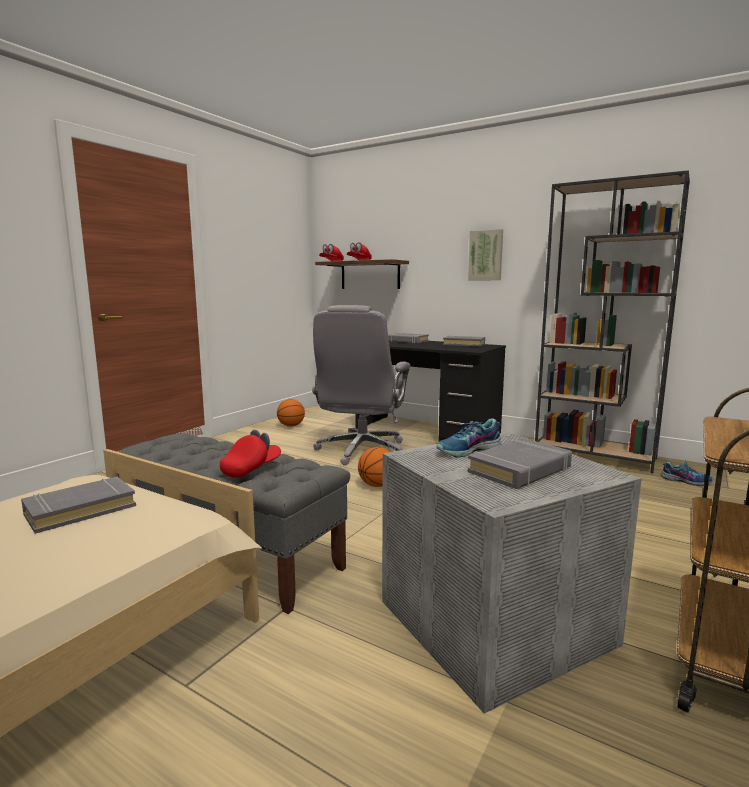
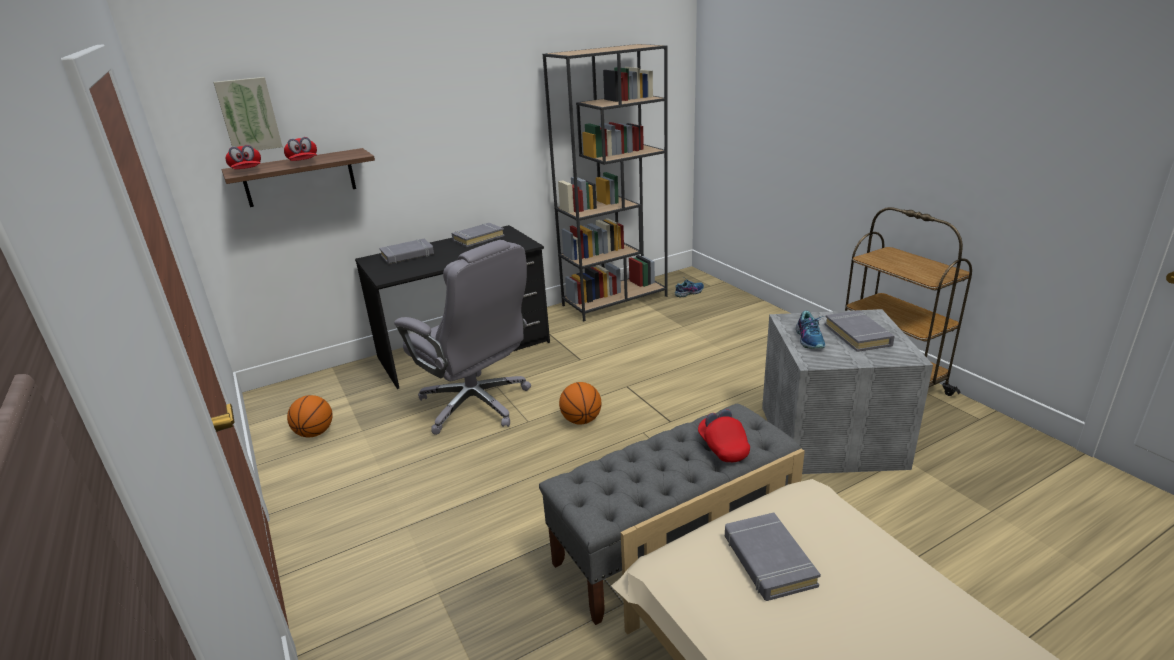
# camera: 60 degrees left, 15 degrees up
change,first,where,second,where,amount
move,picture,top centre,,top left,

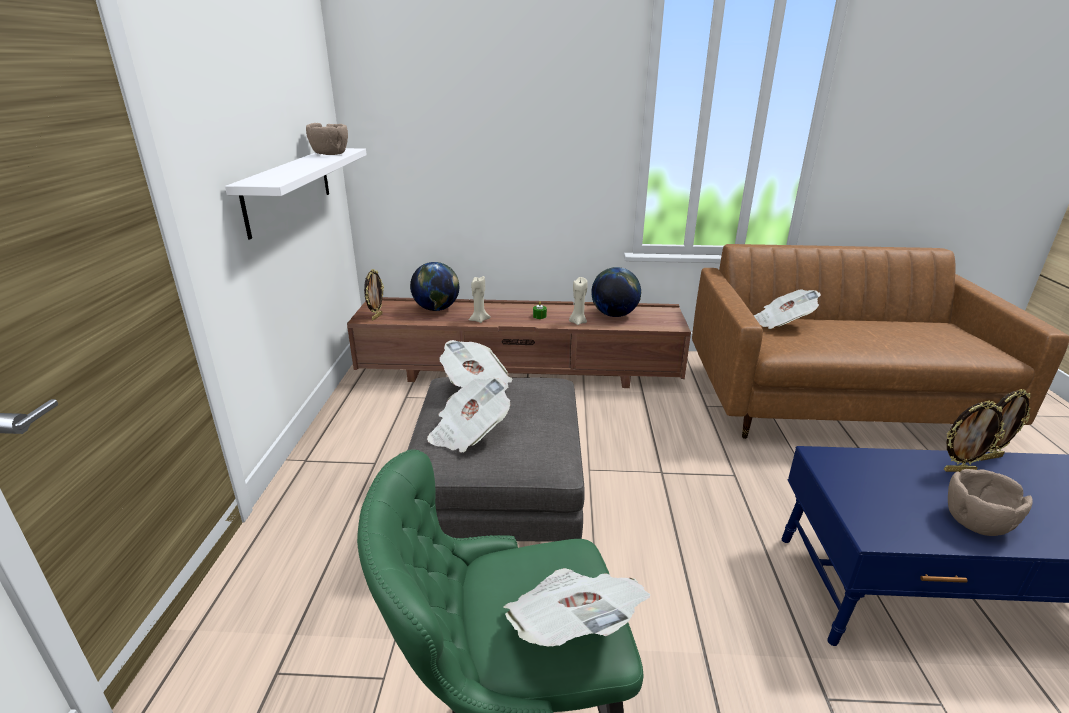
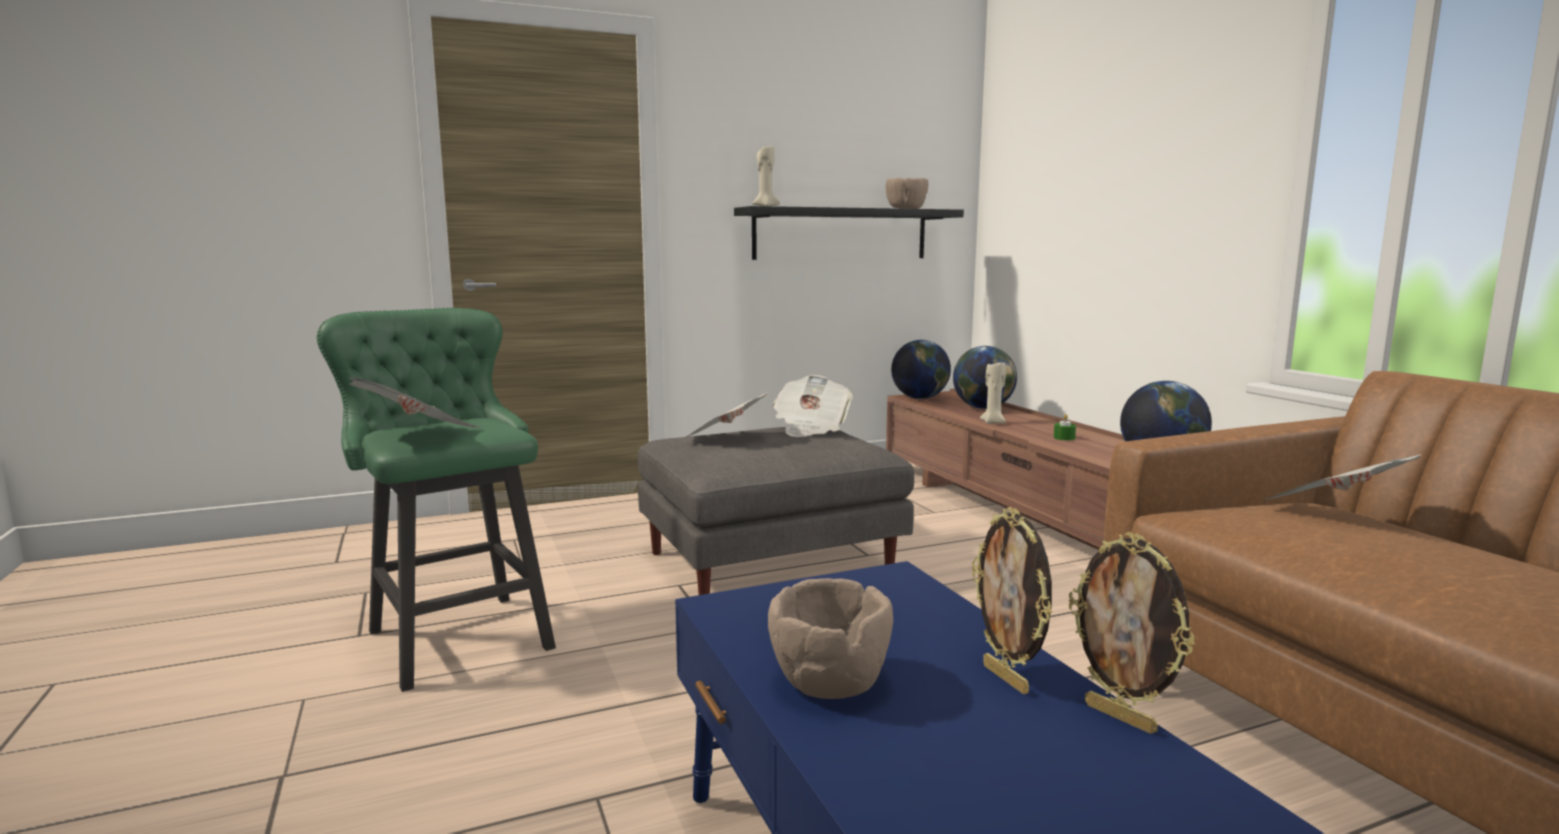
# camera: 65 degrees right, 15 degrees down
change,first,where,second,where,amount
recolor,white shelf,top left,black shelf,top centre,
replace,picture frame (1st from left),centre,globe (1st from left),centre,
move,beige candle (2nd from left in the first image),centre,beige candle (1st from left),top centre,

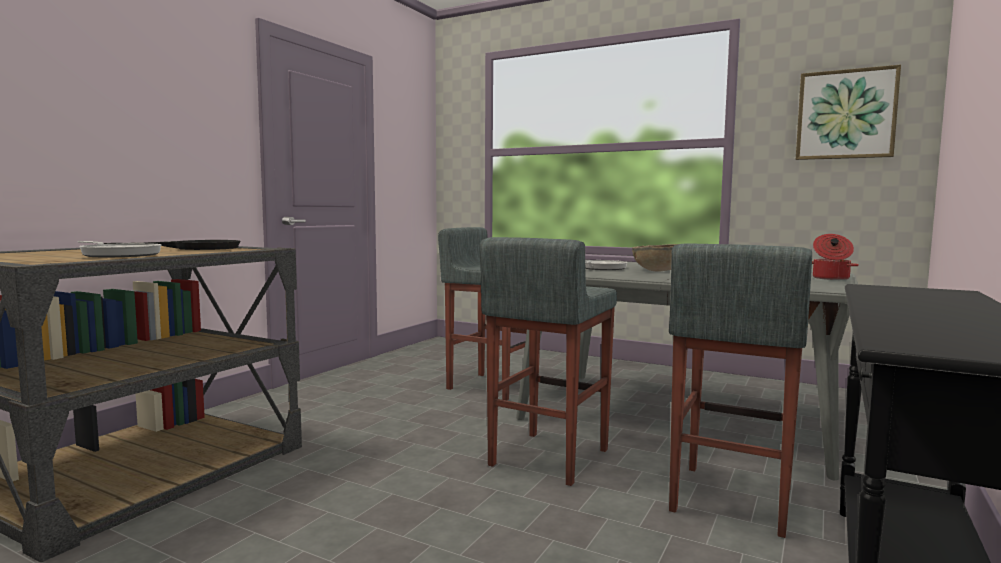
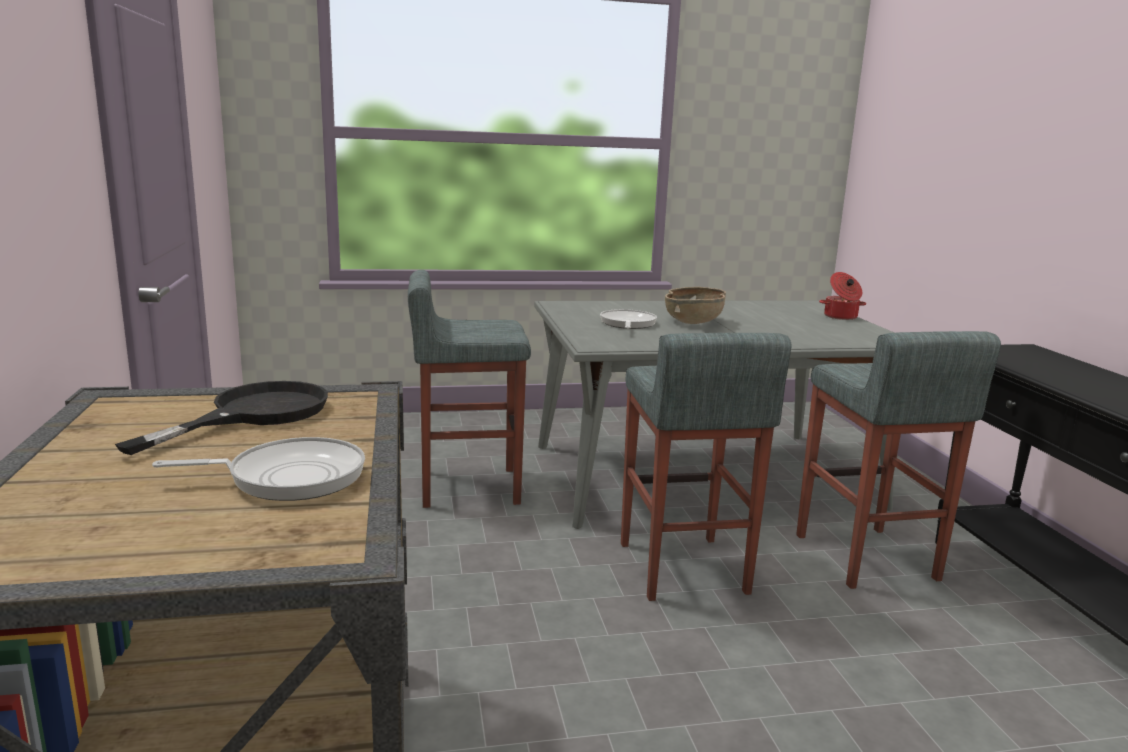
# camera: 40 degrees left, 10 degrees up
change,first,where,second,where,amount
delete,picture,top right,,,

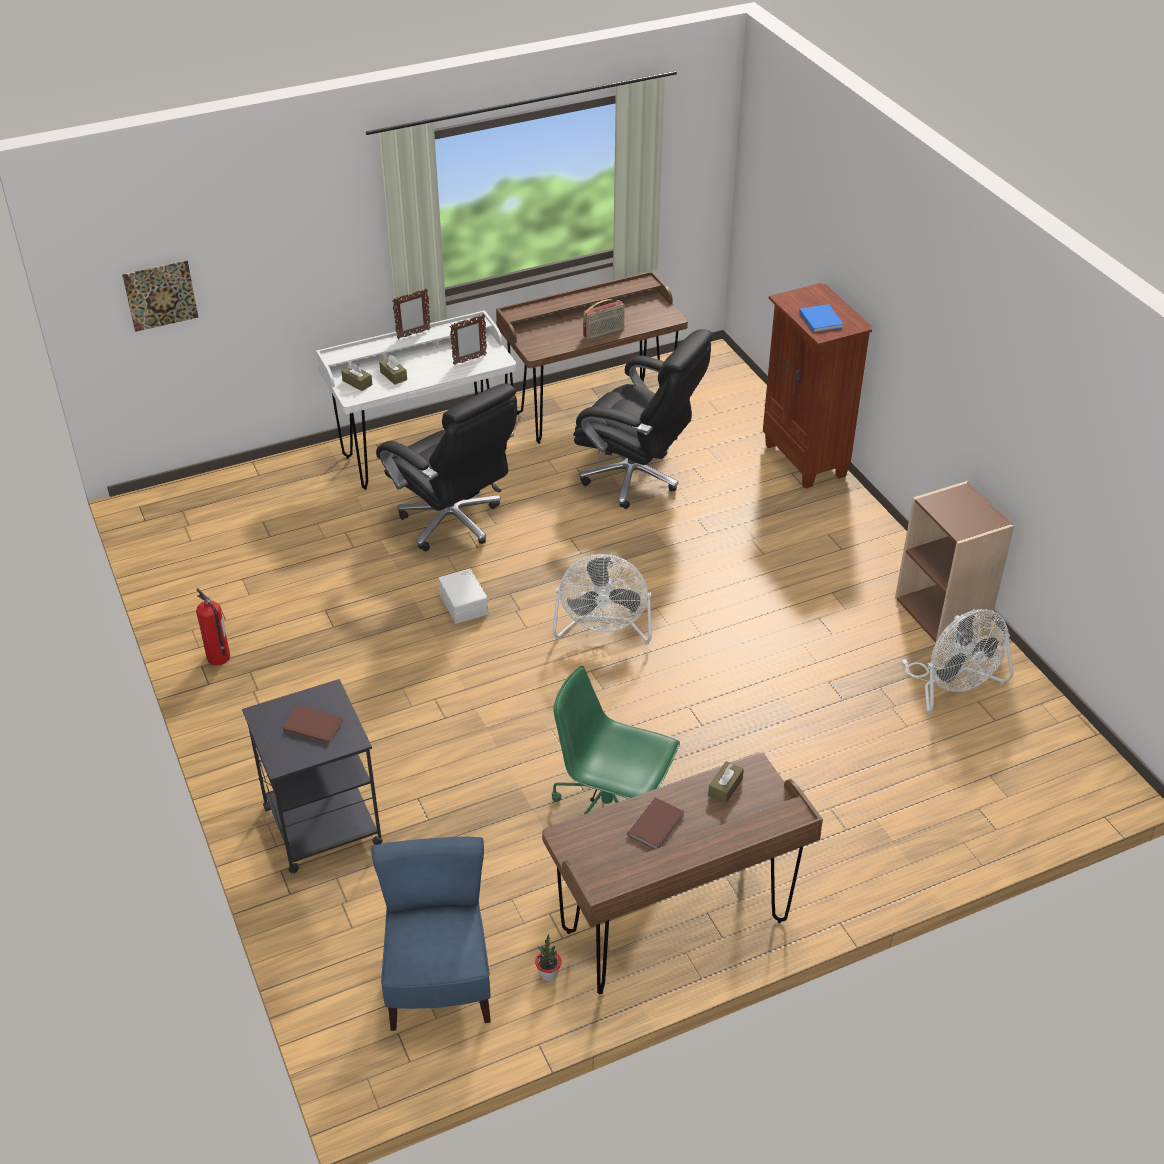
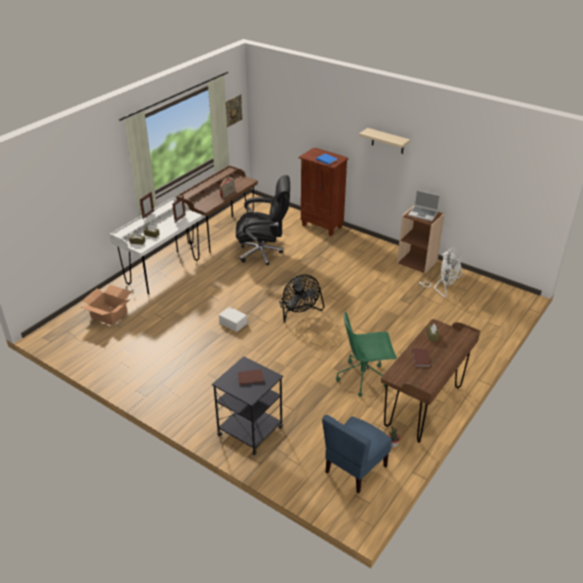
# camera: 30 degrees left, 5 degrees down
change,first,where,second,where,amount
move,picture,top left,,top centre,
delete,black office chair (1st from left),centre,,,
recolor,white fan (1st from left),centre,black fan,centre,
delete,fire extinguisher,middle left,,,
rotate,blue chair,bottom centre,,bottom centre,105 degrees counterclockwise
insert,,,beige shelf,top centre,
insert,,,laptop,middle right,
insert,,,cardboard box,middle left,

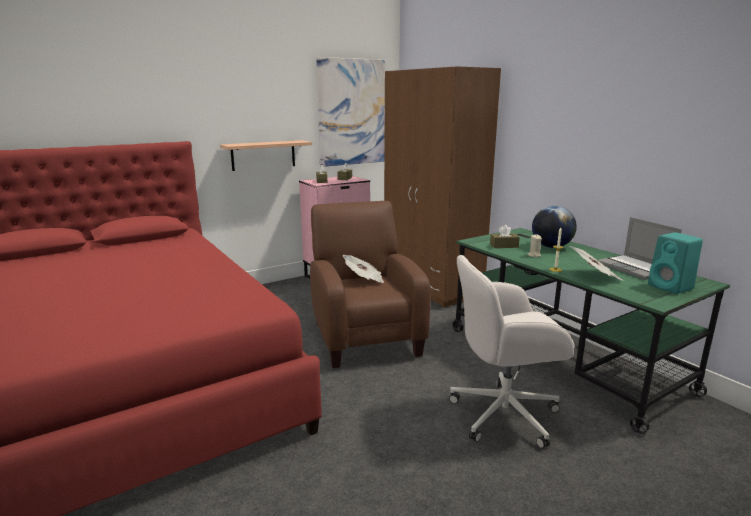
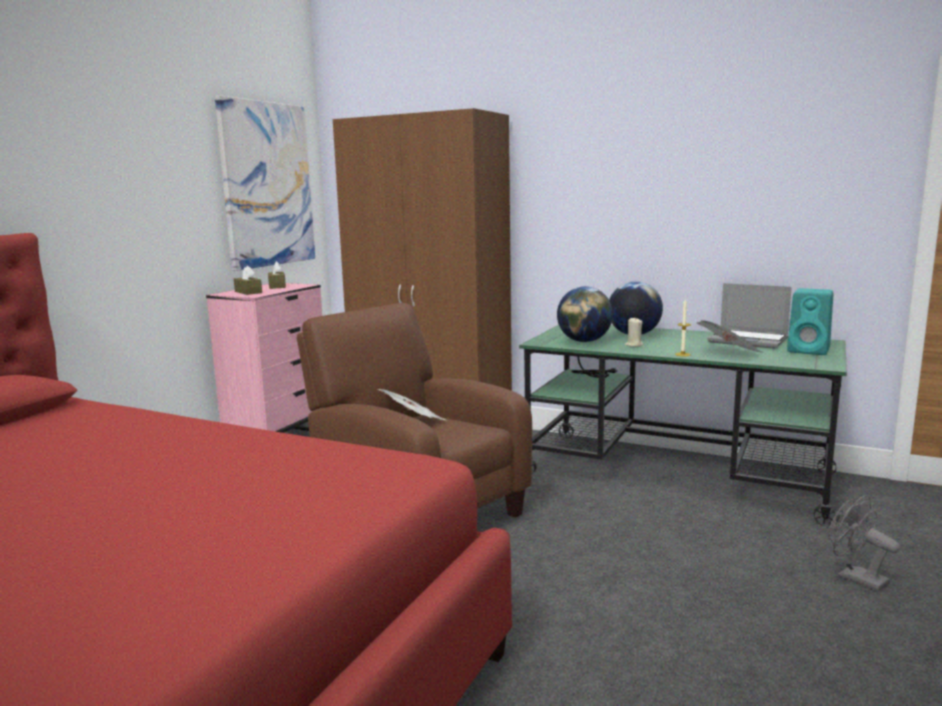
# camera: 30 degrees left, 5 degrees down
change,first,where,second,where,amount
delete,shelf,top centre,,,
replace,brown tissue box (3rd from left),middle right,globe (1st from left),centre,
delete,white office chair,bottom right,,,
insert,,,grey fan,bottom right,

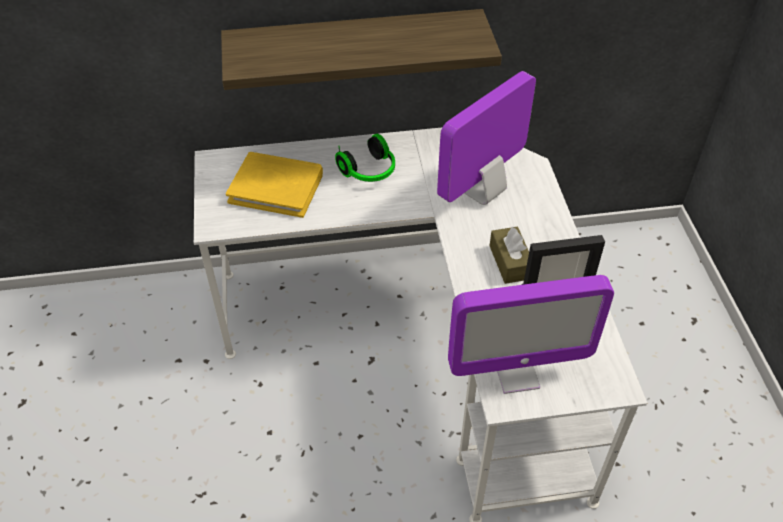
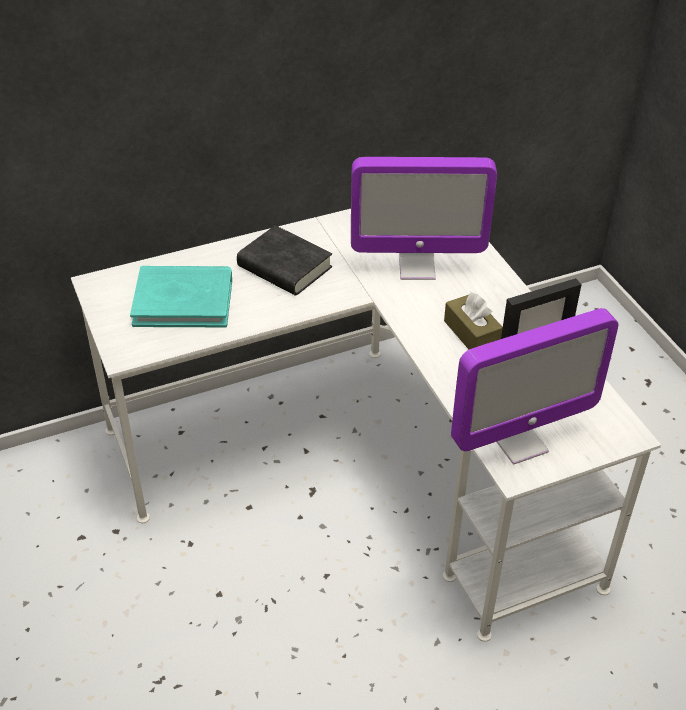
# camera: 15 degrees left, 5 degrees down
change,first,where,second,where,amount
delete,shelf,top centre,,,
rotate,monitor (1st from left),top centre,,top centre,120 degrees counterclockwise
replace,headphones,top centre,black book,centre,
recolor,yellow book,centre,turquoise book,middle left,

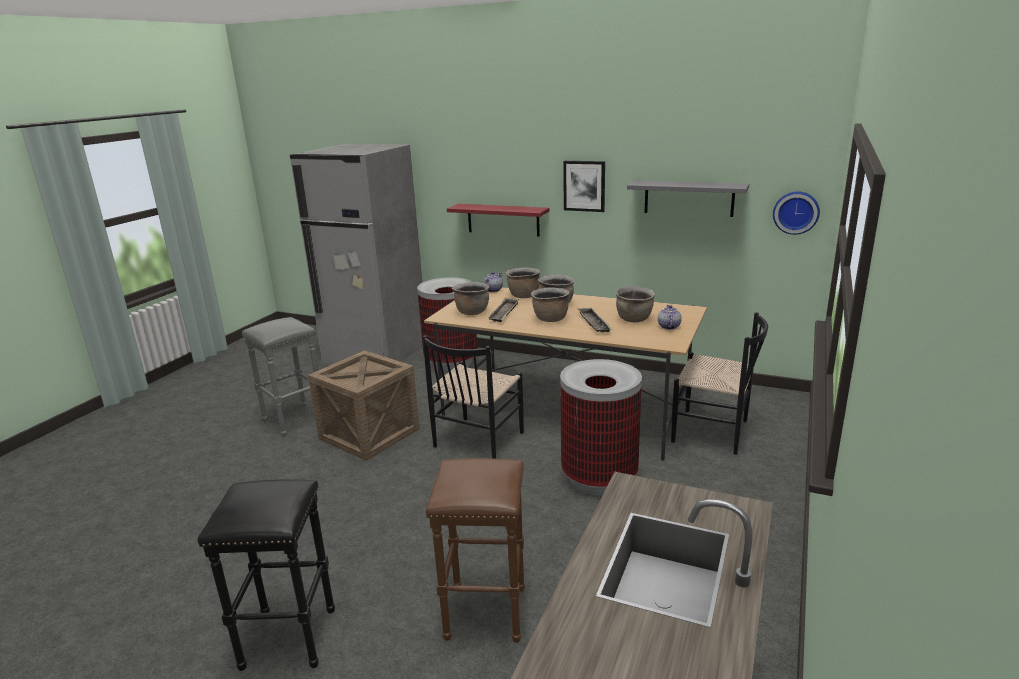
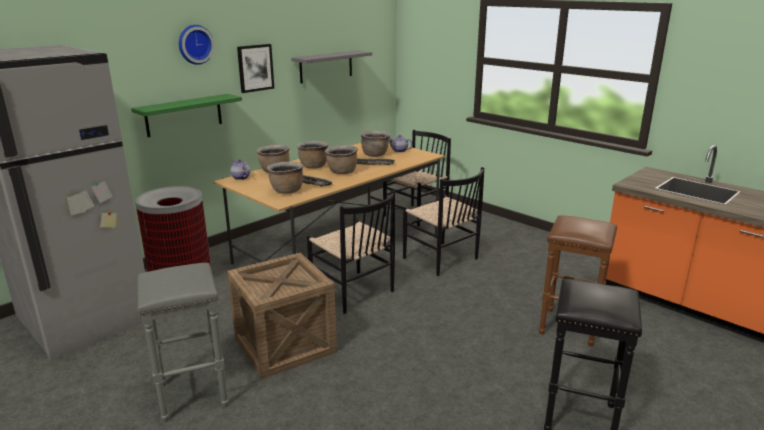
# camera: 70 degrees left, 0 degrees up
change,first,where,second,where,amount
move,wall clock,top right,,top left,
recolor,red shelf,top centre,green shelf,top left,
replace,trash can (2nd from left),centre,black chair (3rd from left),centre,

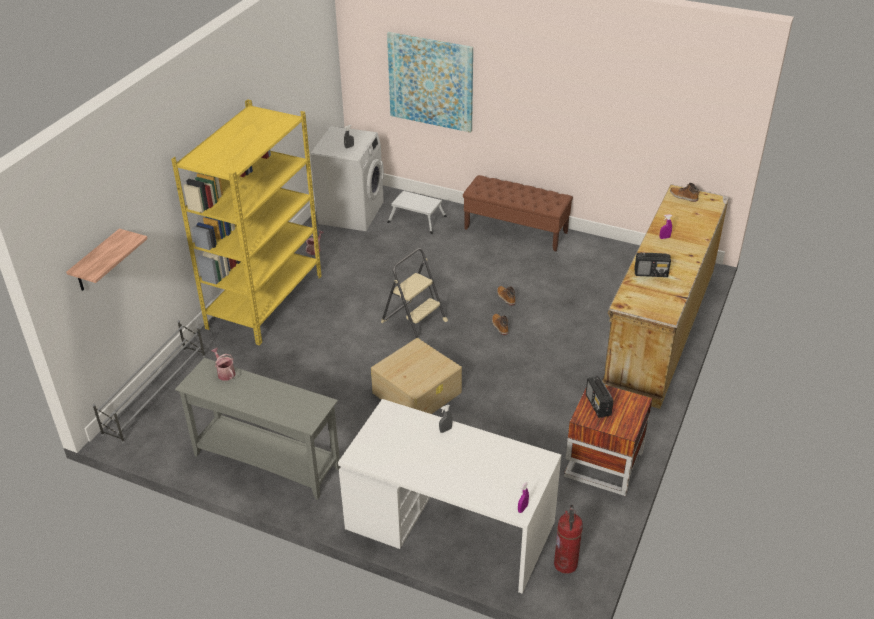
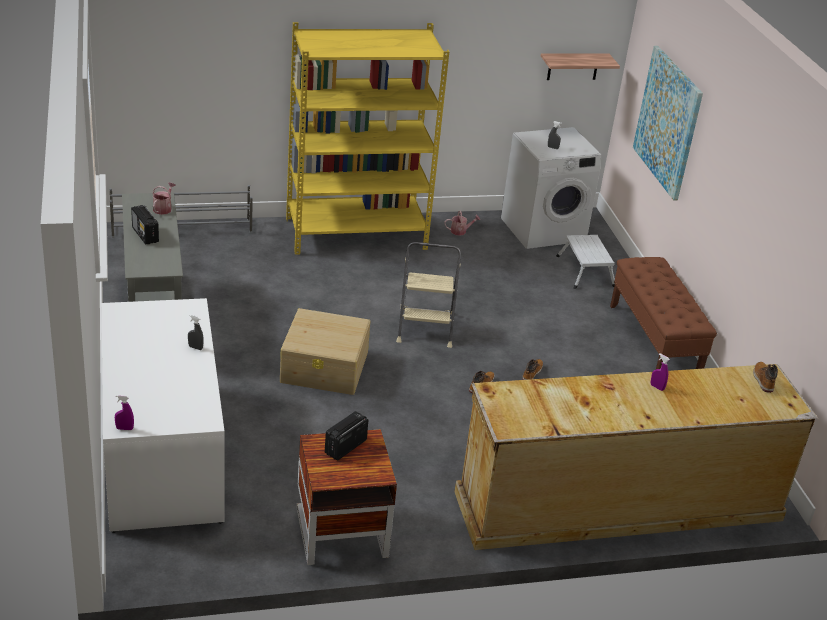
# camera: 50 degrees right, 5 degrees down
change,first,where,second,where,amount
move,shelf,middle left,,top right,
move,radio (2nd from left in the first image),middle right,radio (1st from left),middle left,
delete,fire extinguisher,bottom centre,,,

